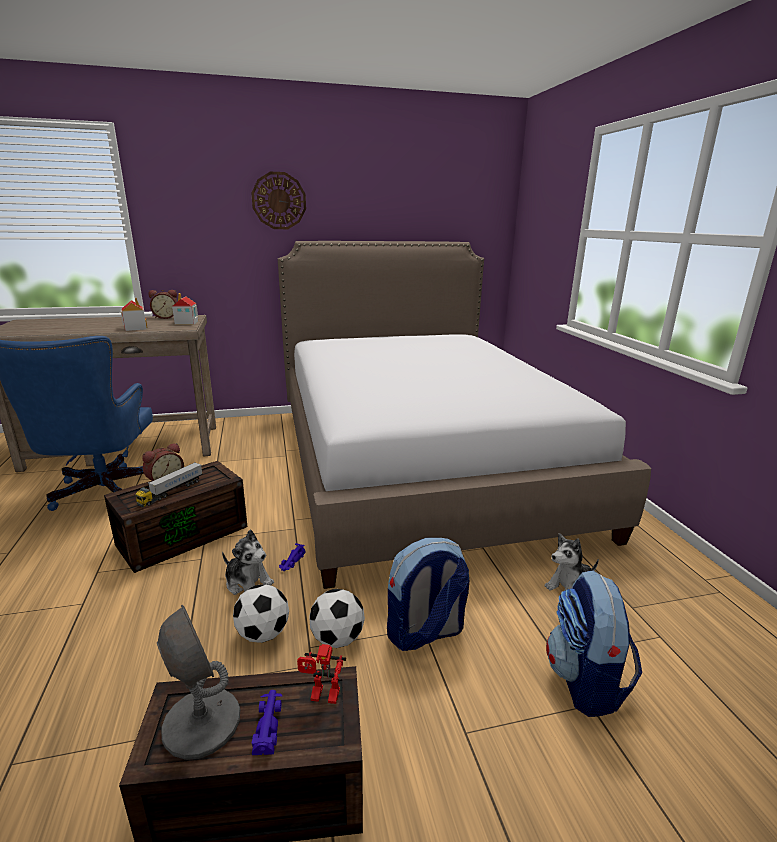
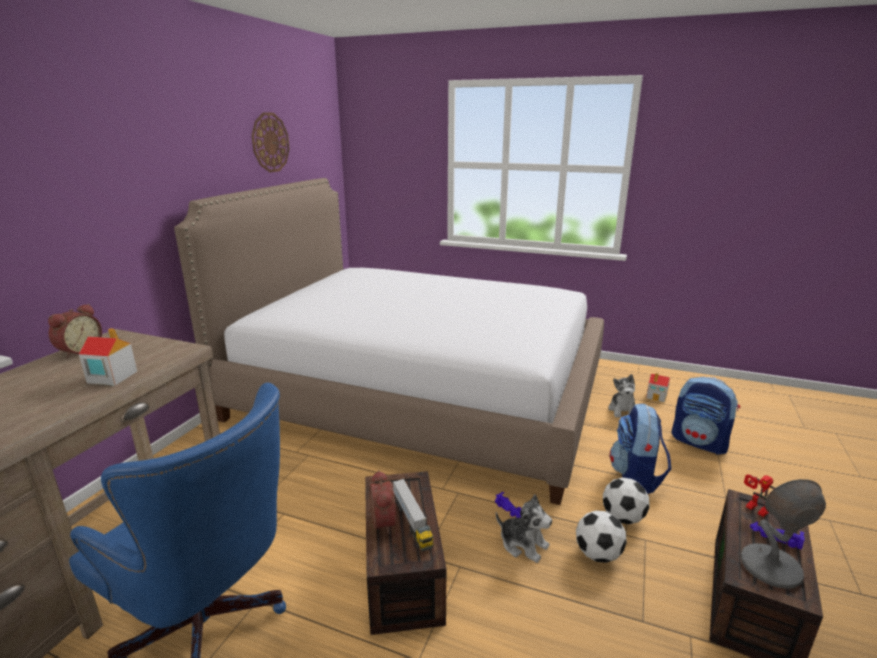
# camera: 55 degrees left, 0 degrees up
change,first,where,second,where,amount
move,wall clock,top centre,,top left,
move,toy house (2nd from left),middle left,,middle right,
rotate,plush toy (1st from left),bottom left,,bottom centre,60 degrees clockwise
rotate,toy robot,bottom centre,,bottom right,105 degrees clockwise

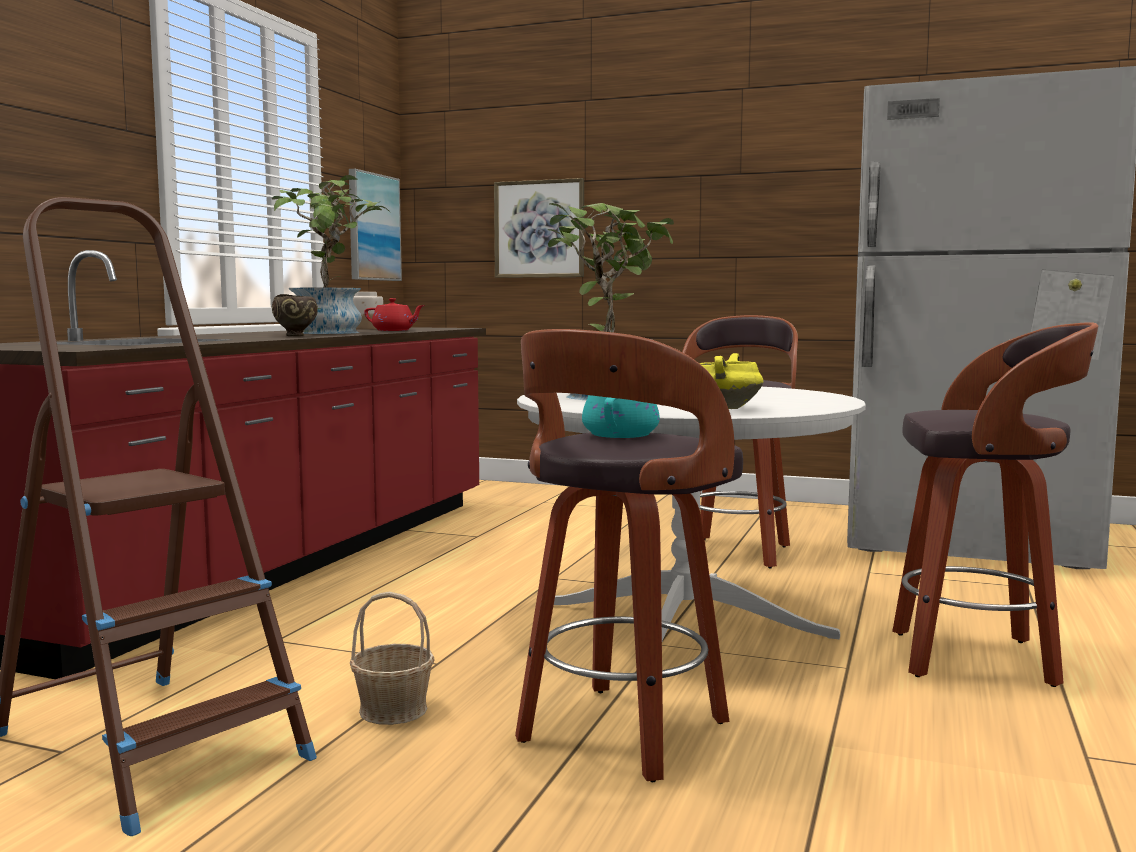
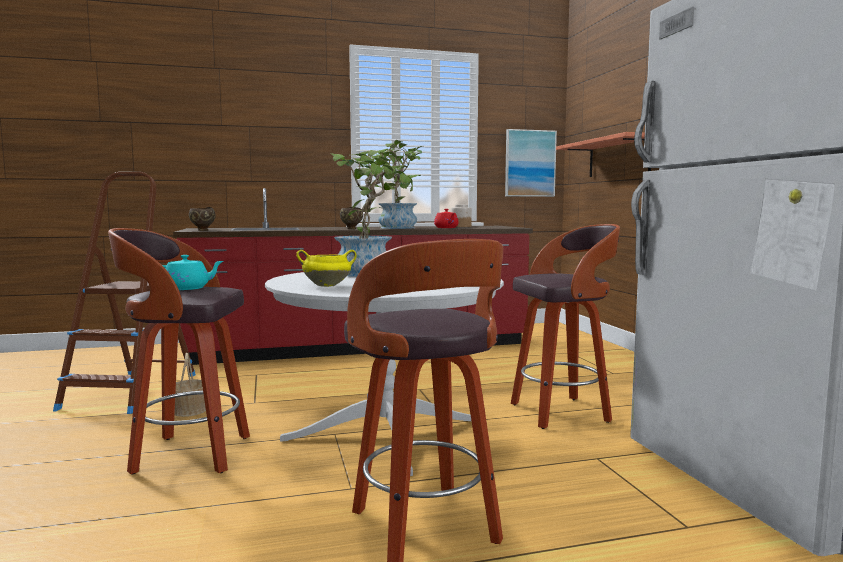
# camera: 55 degrees right, 0 degrees up
change,first,where,second,where,amount
replace,picture (2nd from left),top centre,shelf,top right,
insert,,,brown bowl (1st from left),middle left,

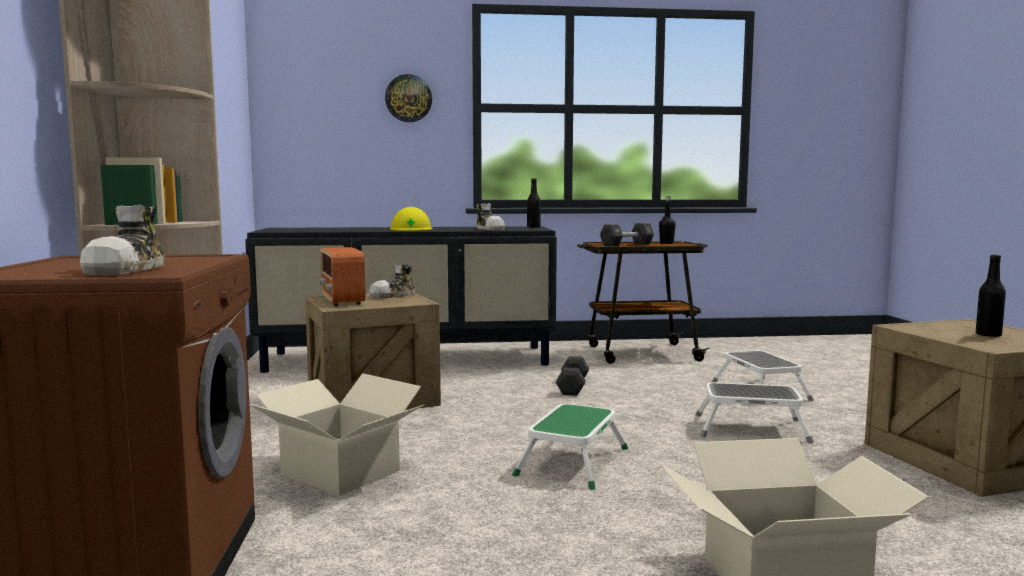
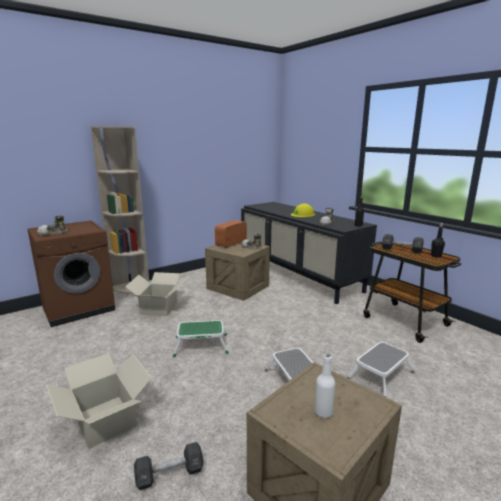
# camera: 60 degrees right, 10 degrees up
change,first,where,second,where,amount
delete,wall clock,top centre,,,
recolor,black bottle (3rd from left),middle right,white bottle,bottom centre,
move,black dumbbell (1st from left),centre,,bottom centre,

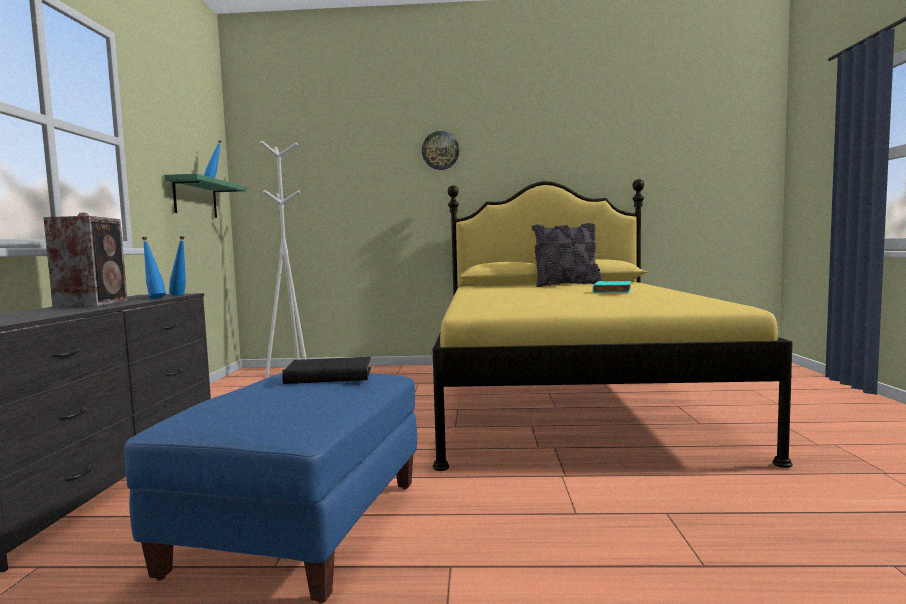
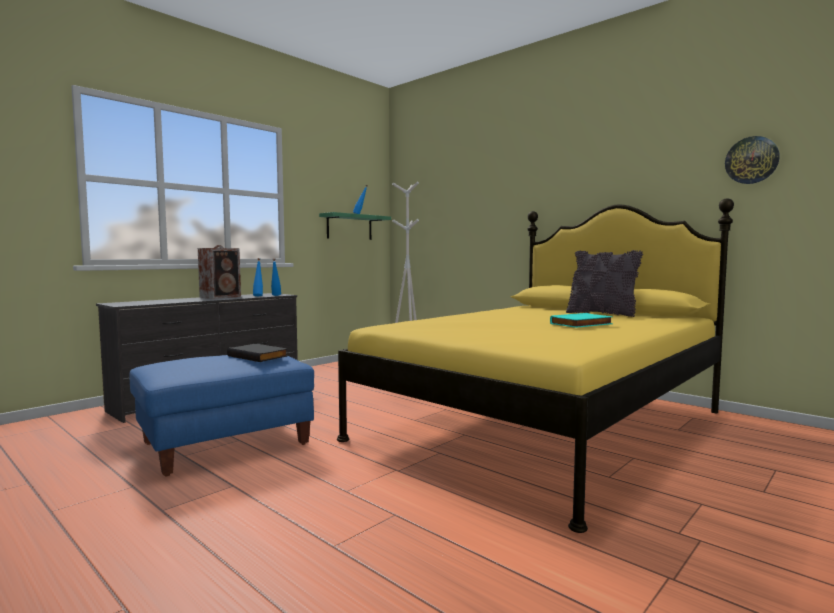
# camera: 40 degrees right, 0 degrees up
change,first,where,second,where,amount
move,wall clock,top centre,,top right,

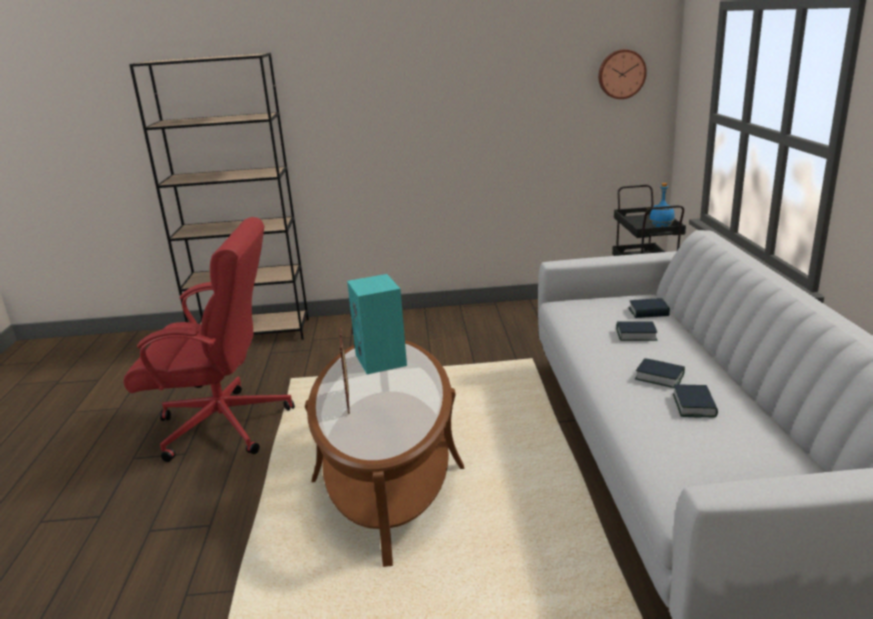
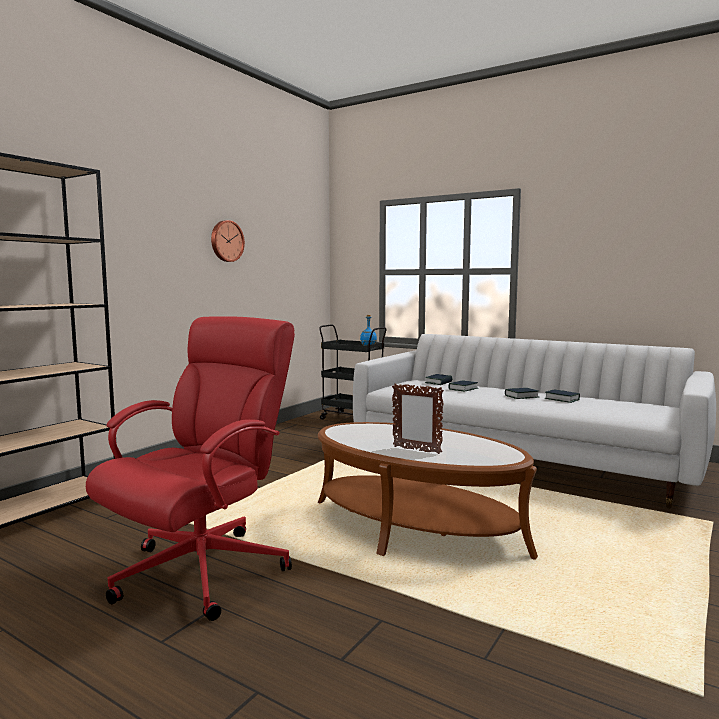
# camera: 55 degrees left, 15 degrees down
change,first,where,second,where,amount
move,wall clock,top right,,middle left,
delete,turquoise speaker,centre,,,

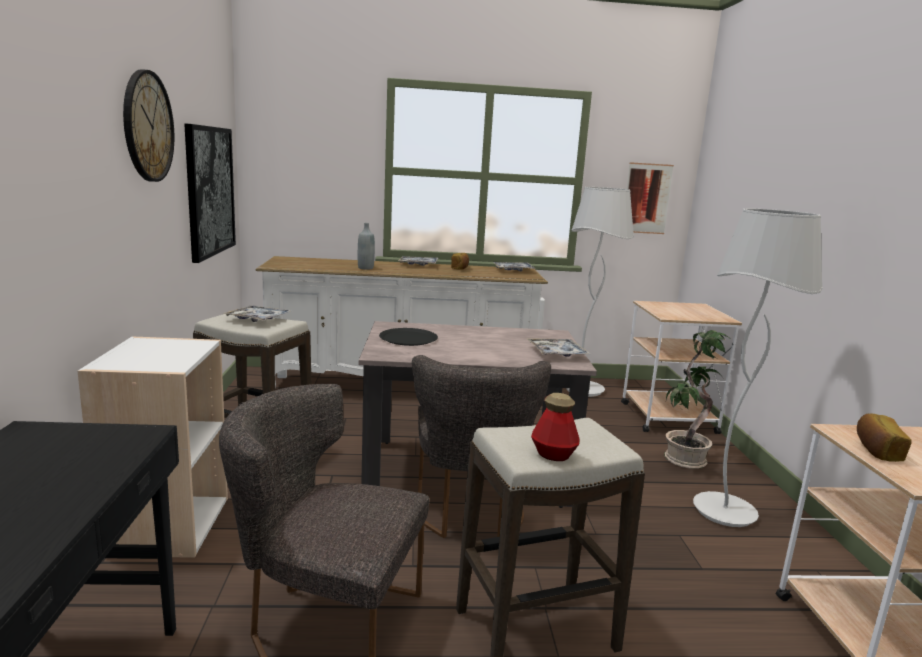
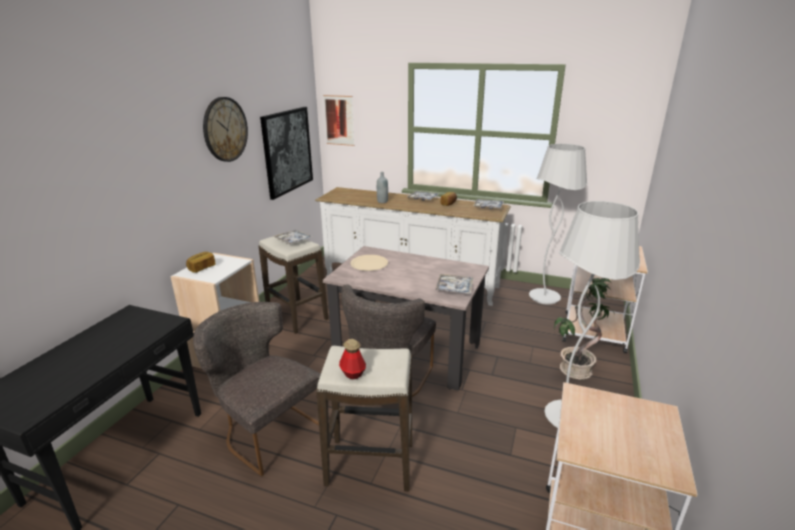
# camera: 25 degrees right, 10 degrees up
change,first,where,second,where,amount
move,picture (2nd from left),top right,,top centre,
recolor,black plate,centre,beige plate,centre,
move,bread (2nd from left in the first image),bottom right,bread (1st from left),middle left,

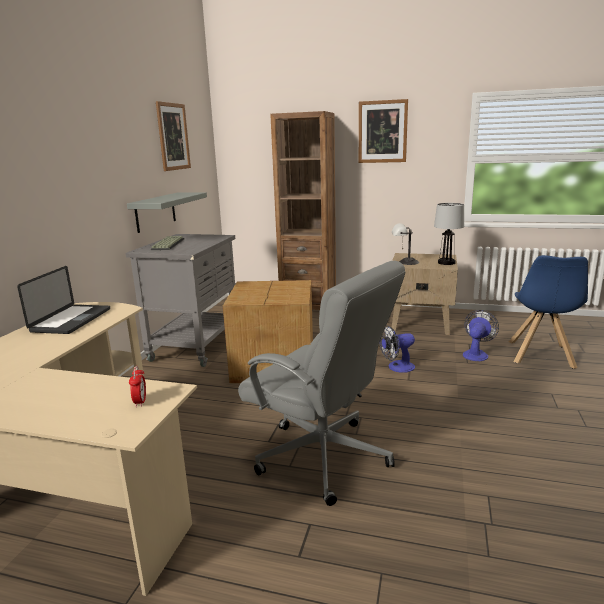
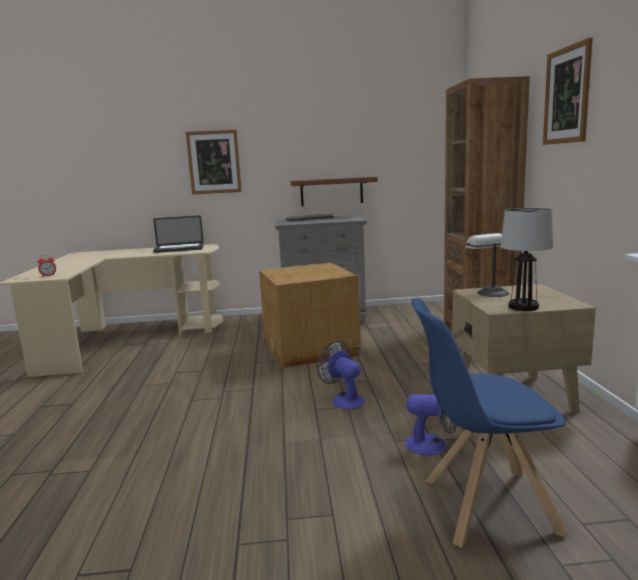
# camera: 70 degrees right, 5 degrees down
change,first,where,second,where,amount
move,picture (1st from left),top left,,top centre,
recolor,grey shelf,middle left,brown shelf,top centre,
delete,grey office chair,centre,,,

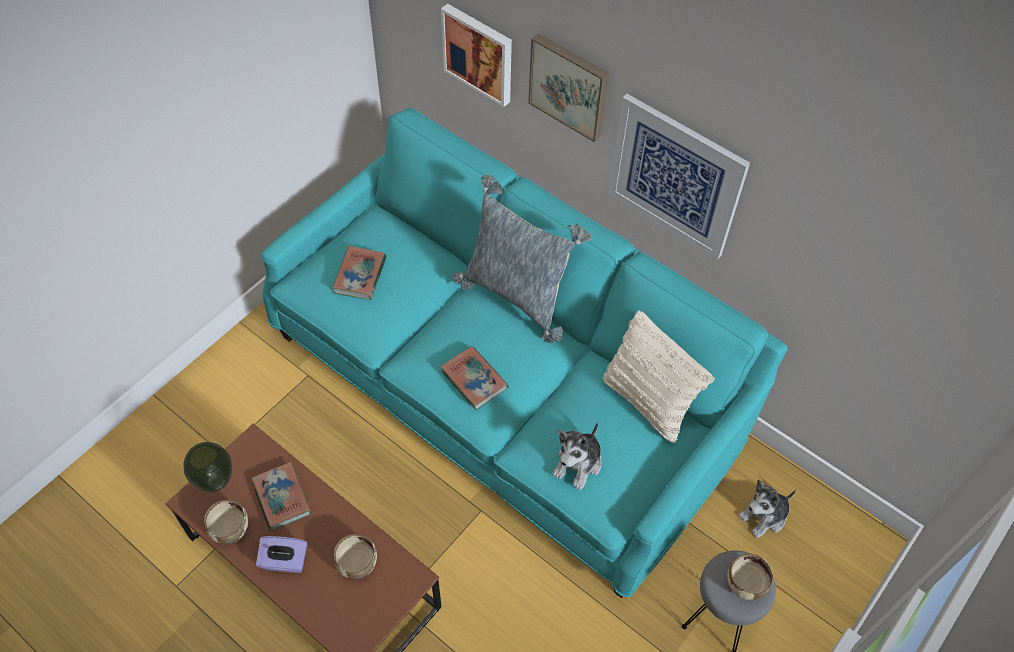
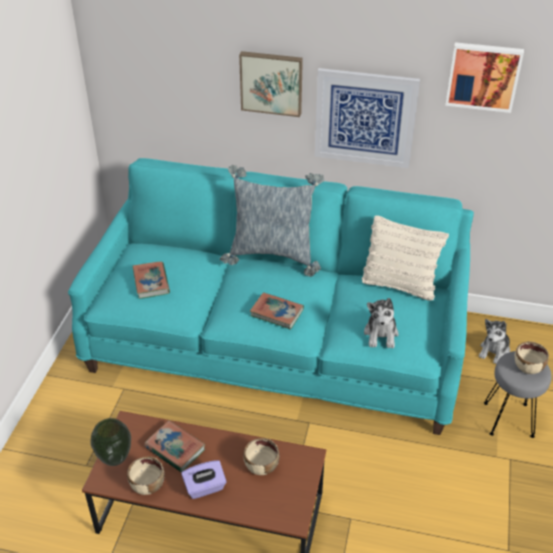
# camera: 25 degrees left, 15 degrees down
change,first,where,second,where,amount
move,picture (1st from left in the first image),top centre,picture (3rd from left),top right,

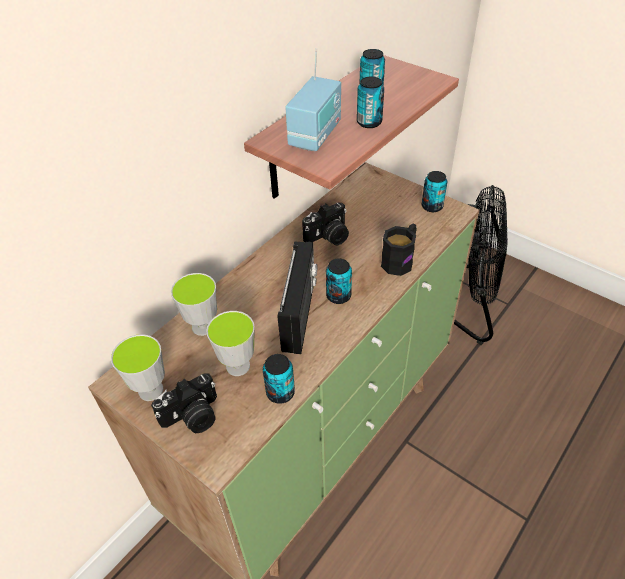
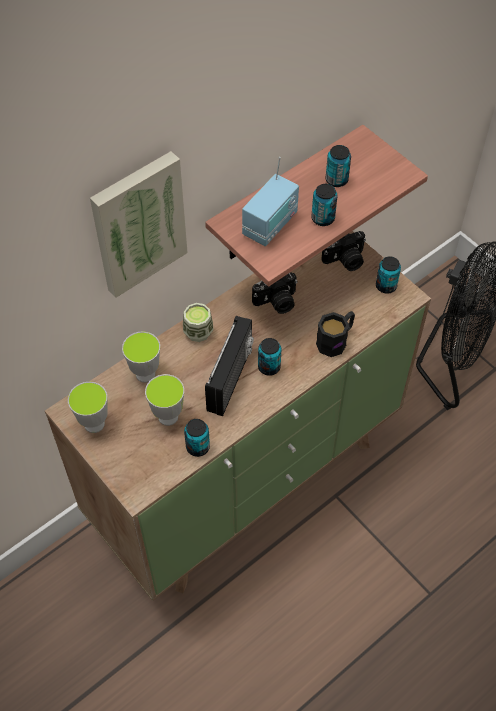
# camera: 10 degrees right, 10 degrees up
change,first,where,second,where,amount
move,photo camera (1st from left in the first image),bottom left,photo camera (2nd from left),middle right,
insert,,,picture,top left,
insert,,,cup (4th from left),centre,

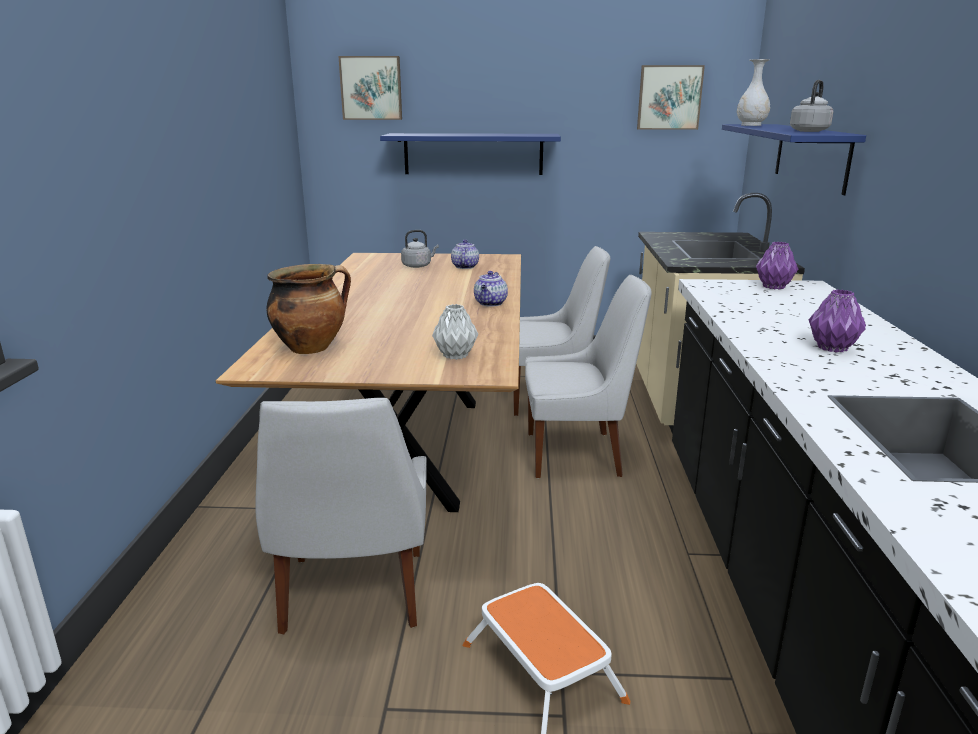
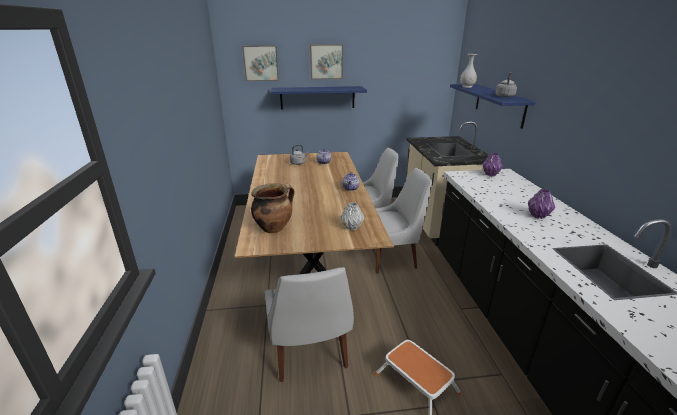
# camera: 10 degrees left, 5 degrees up
change,first,where,second,where,amount
move,picture (2nd from left),top right,,top centre,

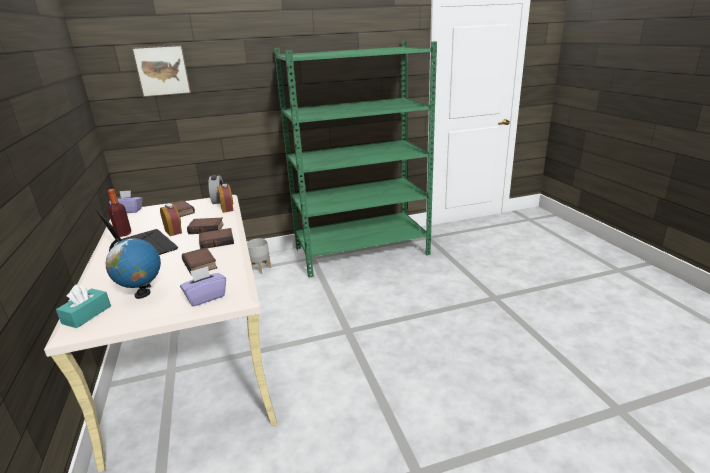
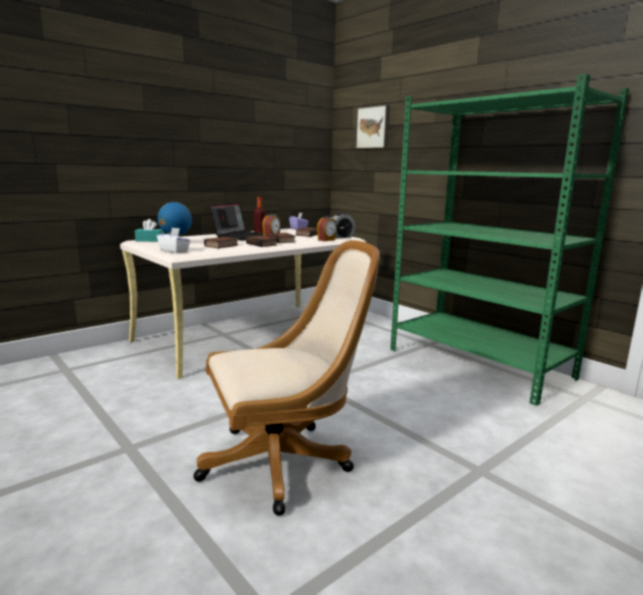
# camera: 65 degrees right, 10 degrees down
change,first,where,second,where,amount
delete,grey planter,centre,,,
recolor,purple tissue box (2nd from left),middle left,white tissue box,middle left,
insert,,,office chair,centre,

